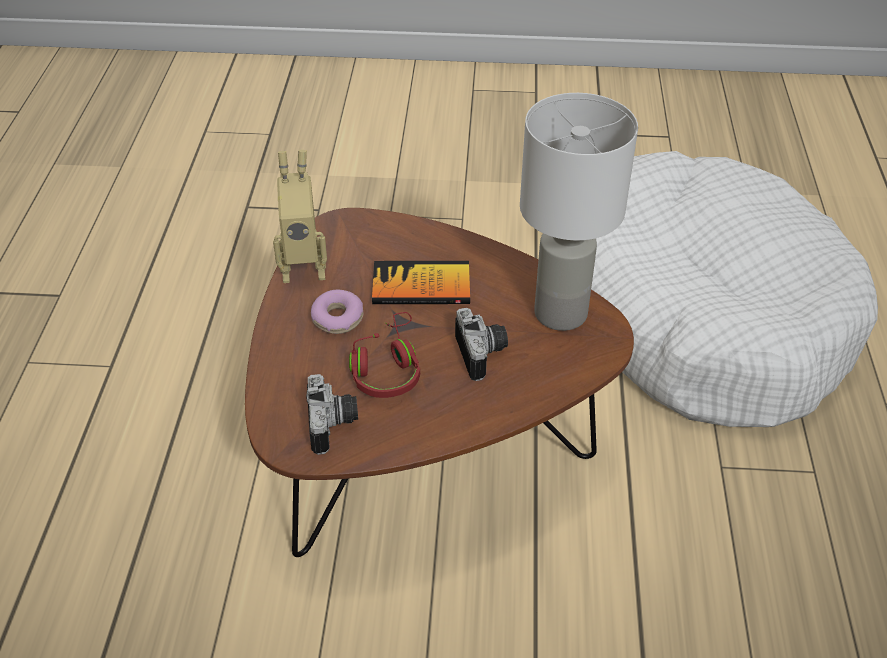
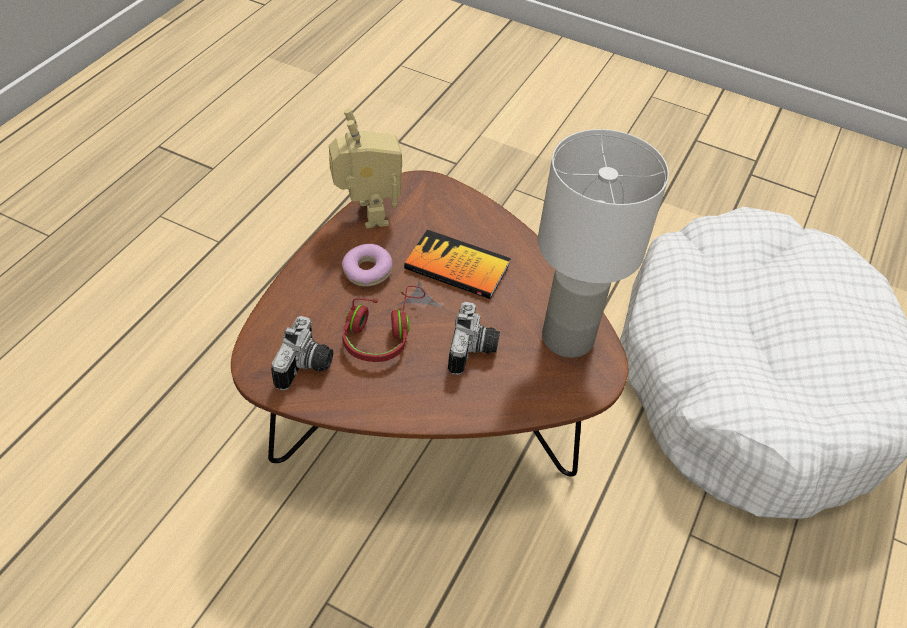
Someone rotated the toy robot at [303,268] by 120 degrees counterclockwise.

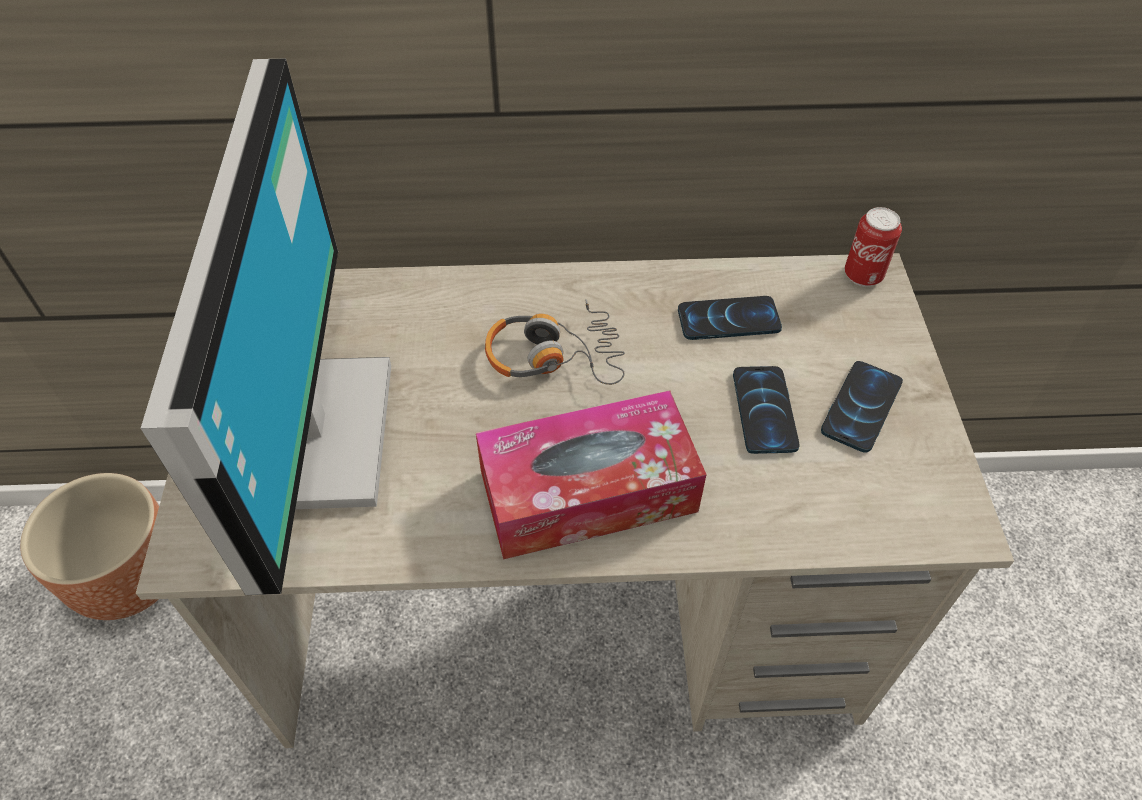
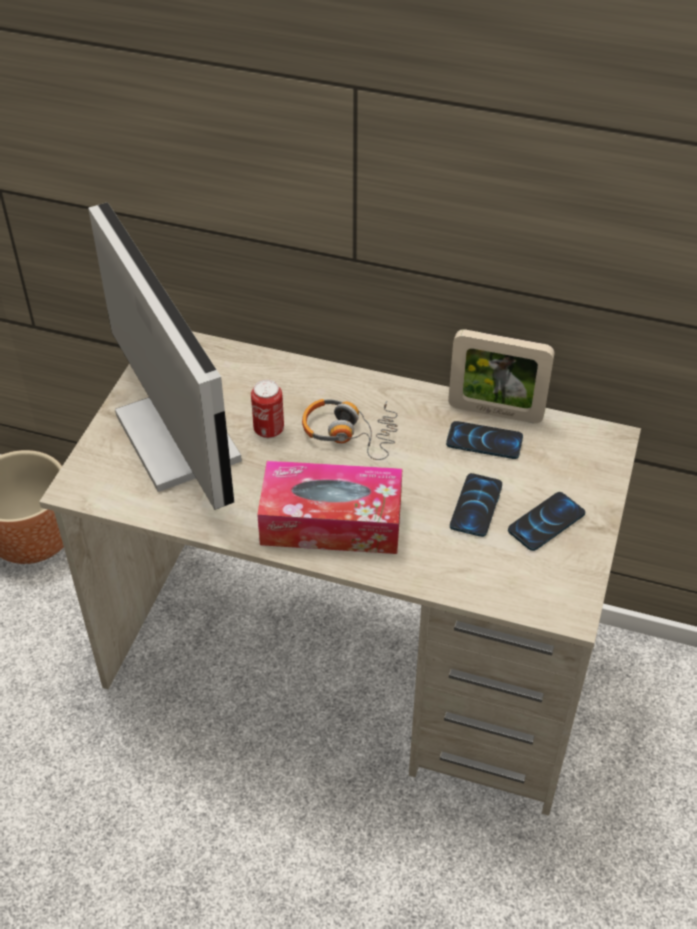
Someone rotated the monitor at [309,434] by 45 degrees counterclockwise.
Someone carried the can from [863,276] to [269,430].
Someone put down the picture frame at [495,412].

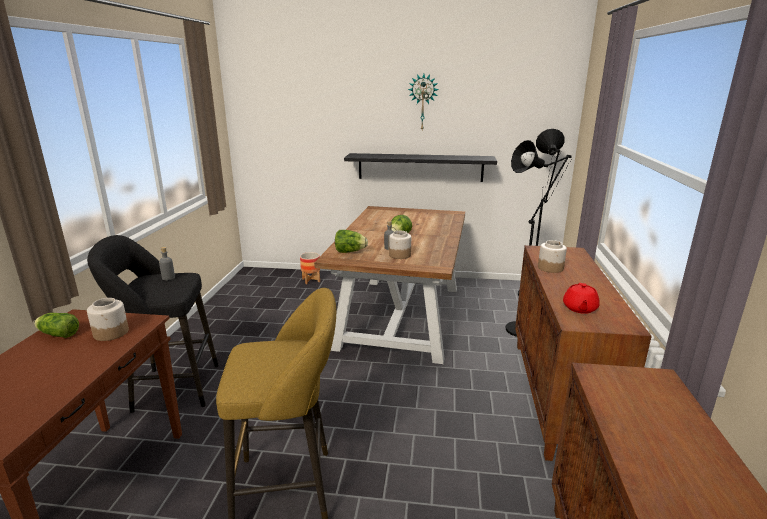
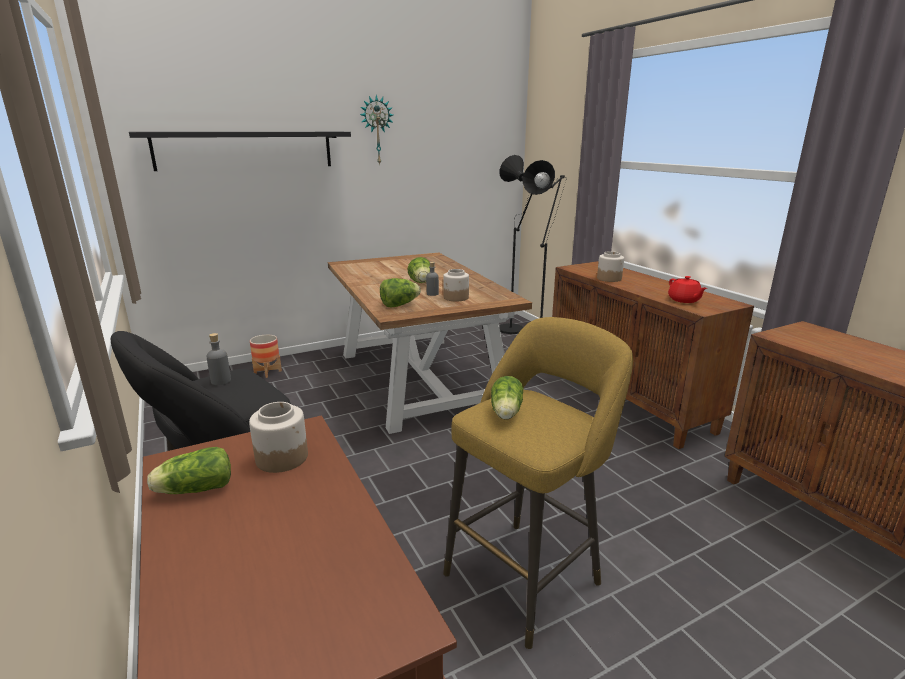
Someone carried the shelf (black) from [420,167] to [245,150].
Someone put down the lettuce at [506,413].

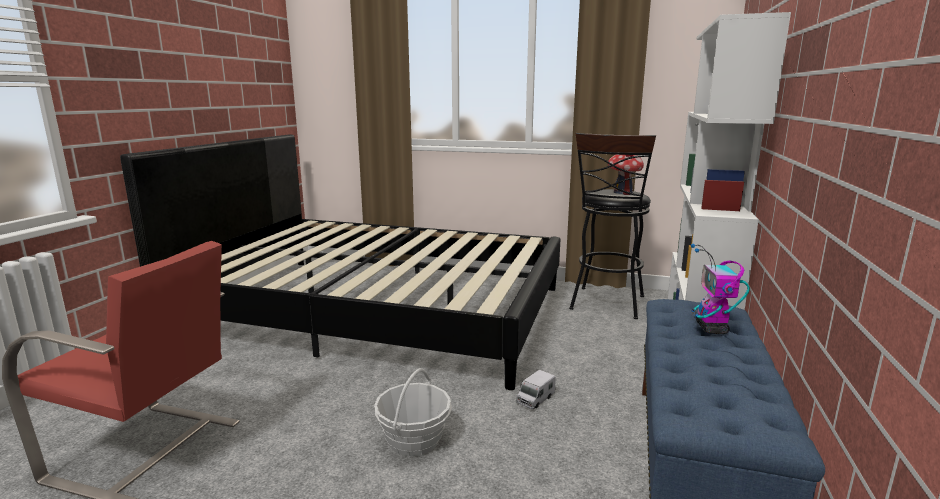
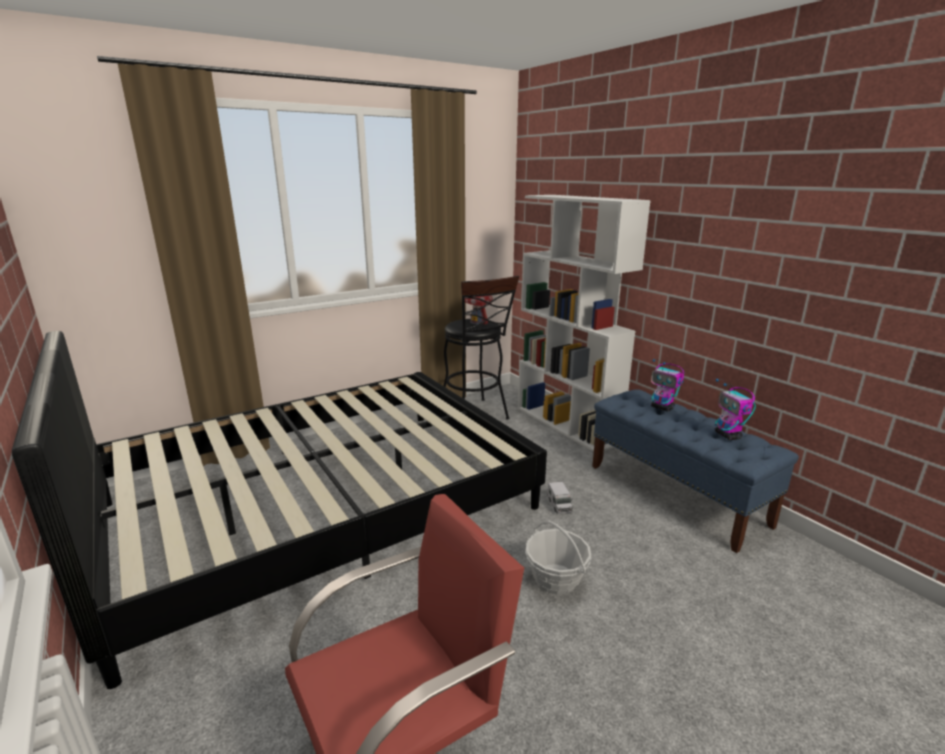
Someone put down the toy robot at [728,436].

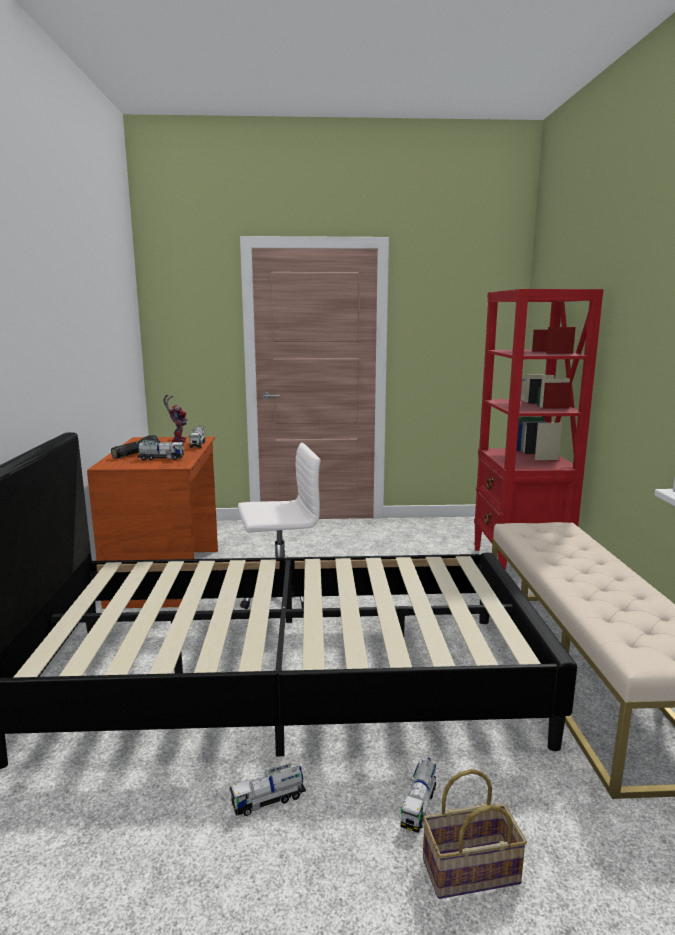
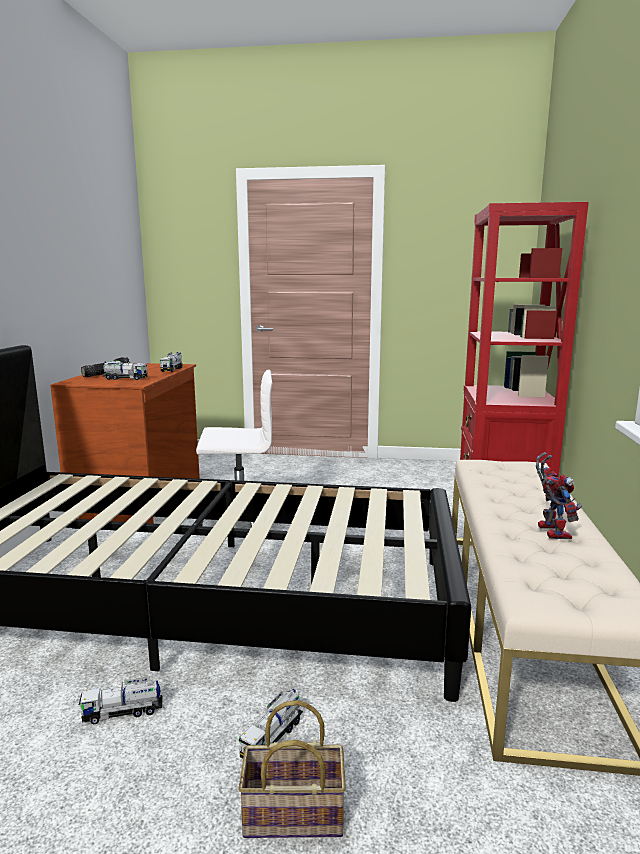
Someone carried the toy robot from [177,440] to [549,530].

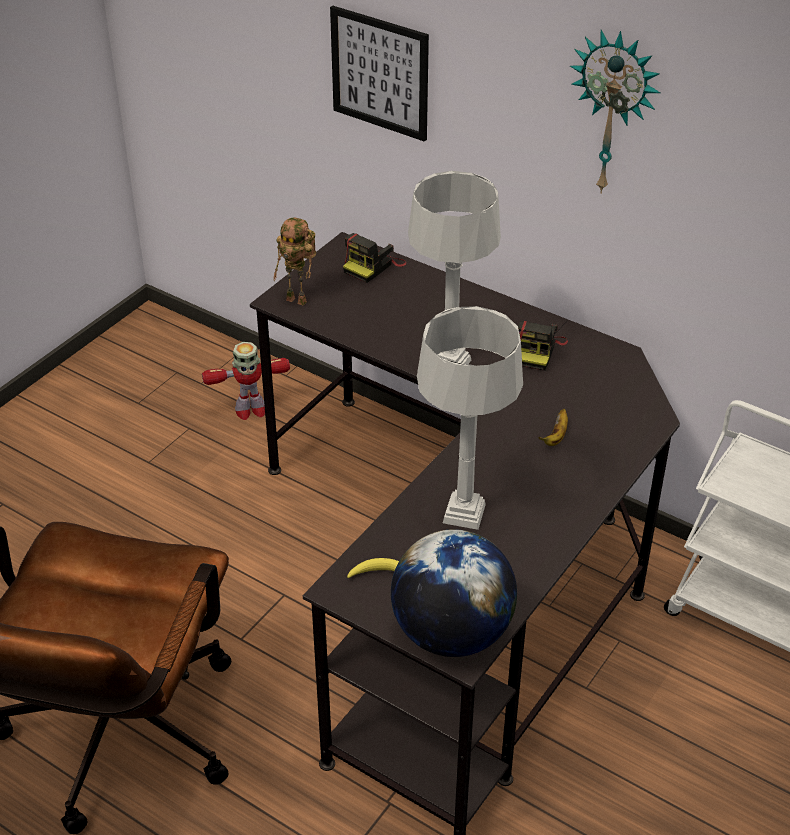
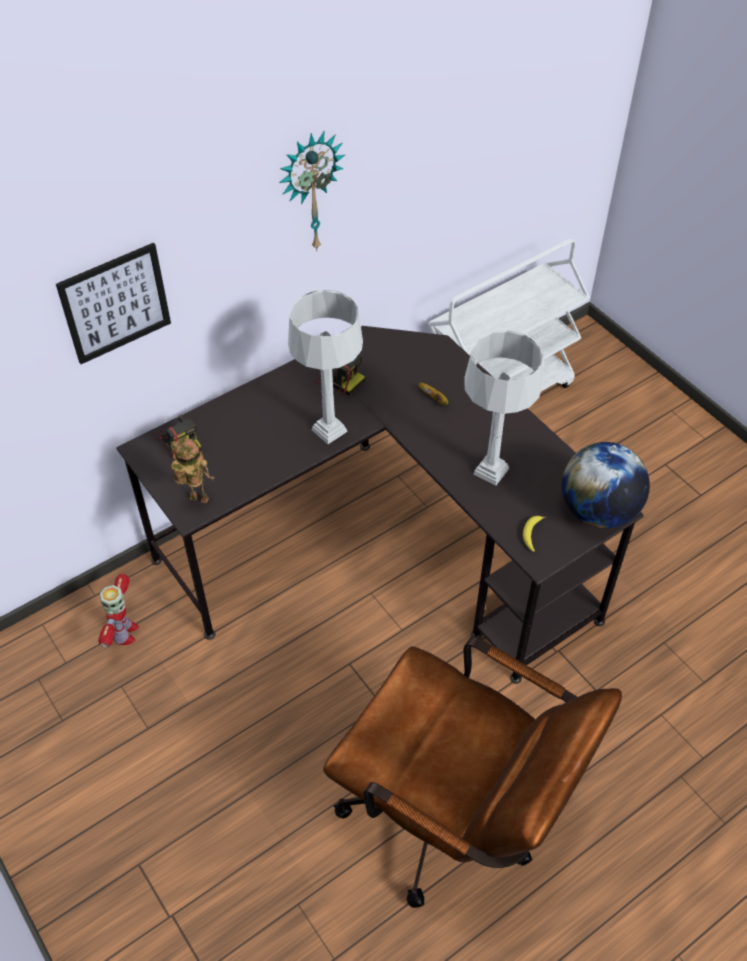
Someone rotated the toy robot at [299,300] by 120 degrees counterclockwise.

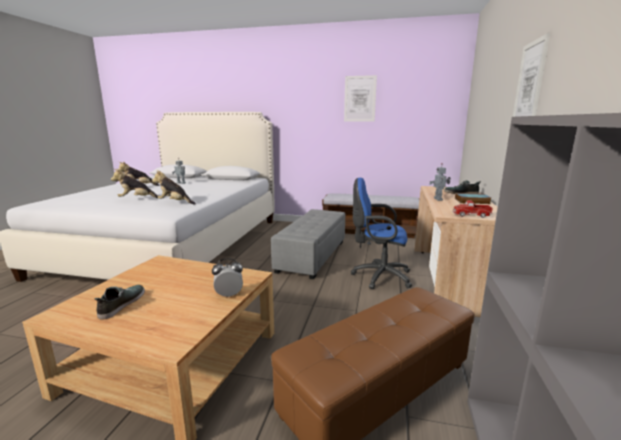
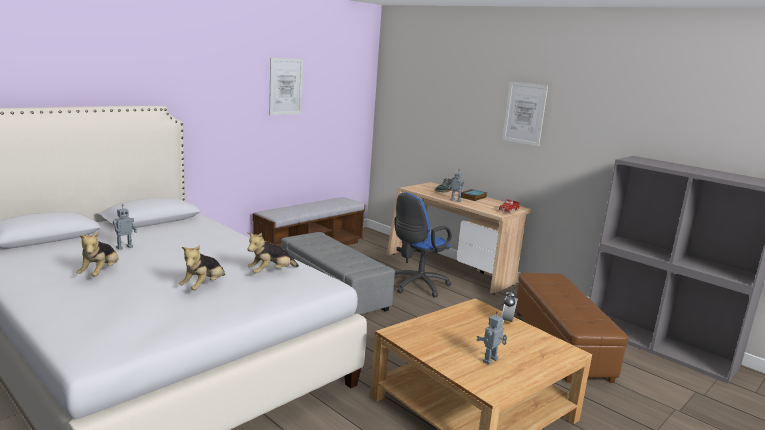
Someone swapped the shoe at [121,304] for the toy robot at [491,361].

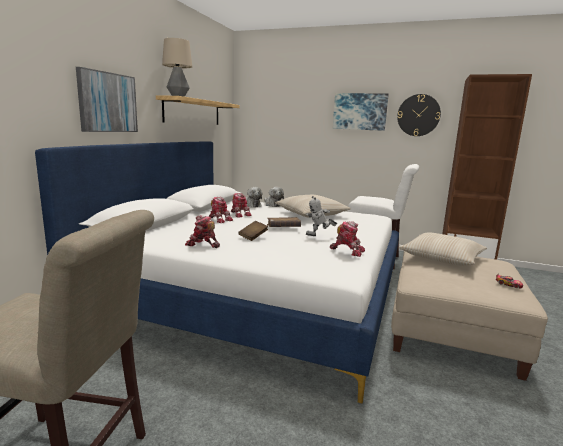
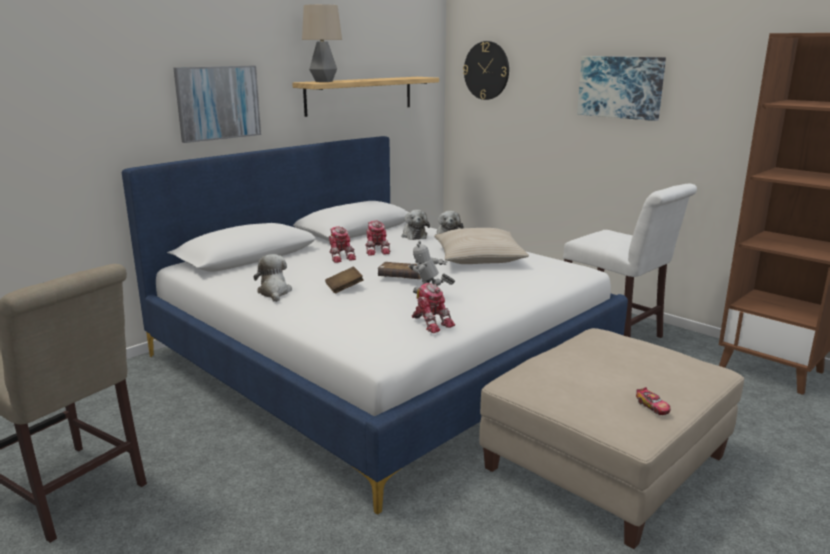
Someone swapped the toy robot at [203,244] for the plush toy at [274,292].
Someone carried the wall clock from [418,115] to [486,70].
Someone took away the pillow (beige) at [441,258].

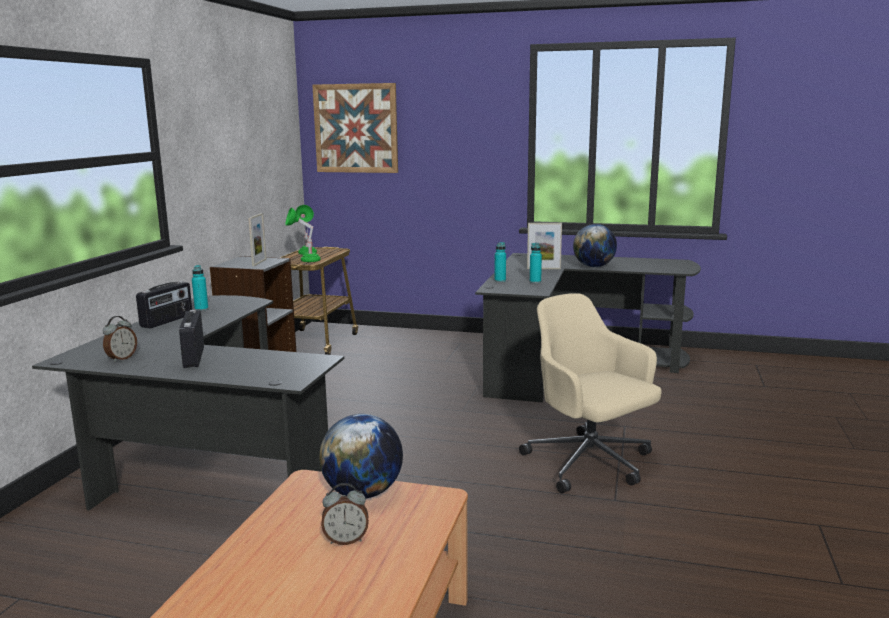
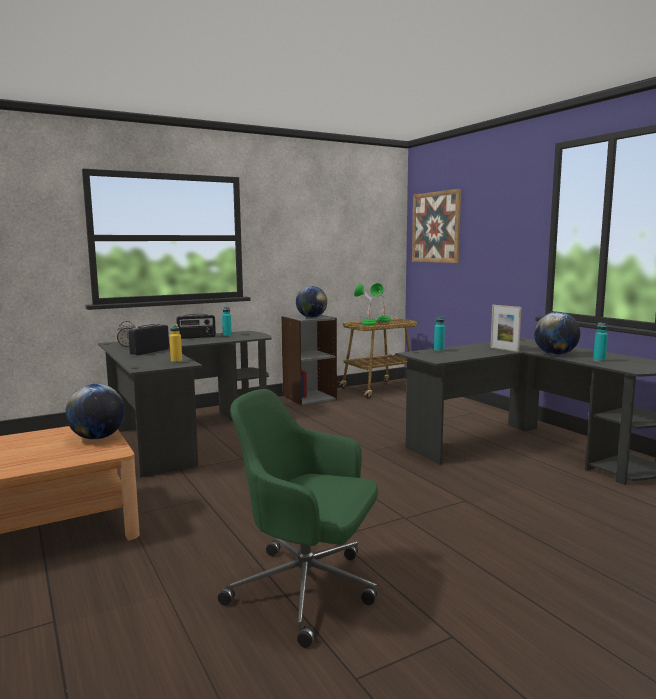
Someone swapped the picture frame at [259,262] for the globe at [311,317].
Someone took away the alarm clock at [346,540].
Someone took away the office chair (beige) at [590,463].
Someone carried the bottle (turquoise) from [535,282] to [599,360].
Someone put down the bottle (yellow) at [176,361].
Someone put down the office chair (green) at [307,590].

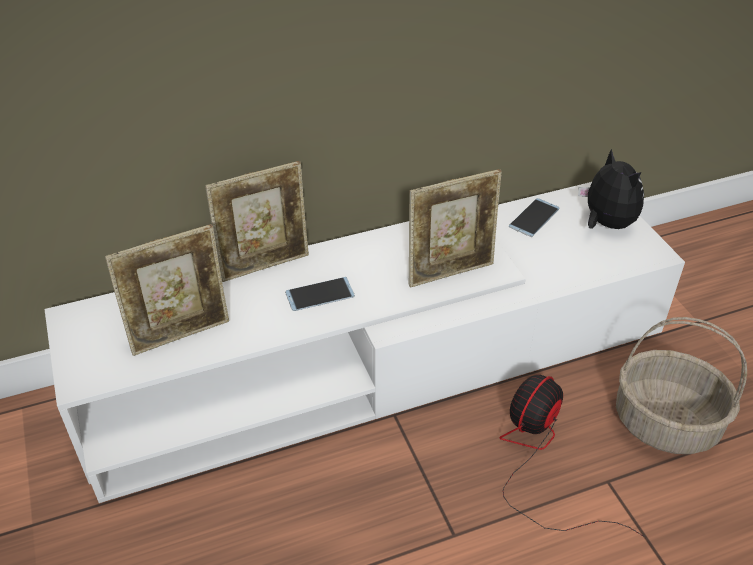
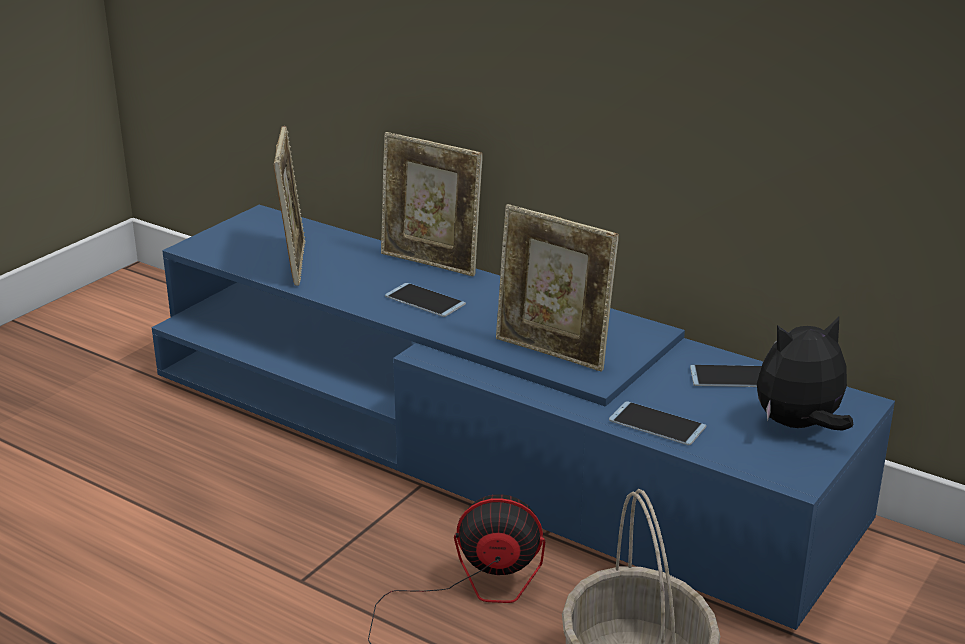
Someone repainted the tv stand (white) at [376,361], which became the tv stand (blue) at [482,445].
Someone rotated the picture frame at [181,334] by 120 degrees counterclockwise.
Someone rotated the plush toy at [605,224] by 135 degrees counterclockwise.
Someone put down the phone at [656,424].

